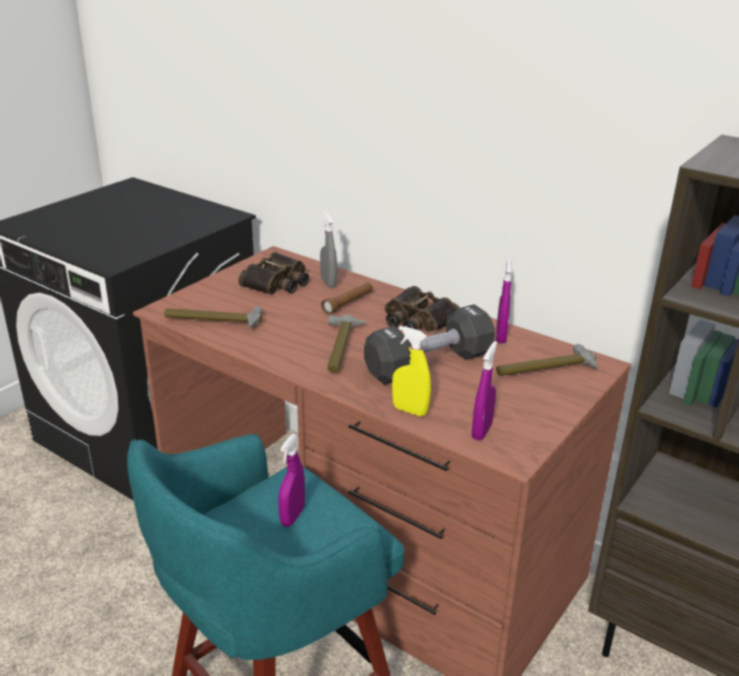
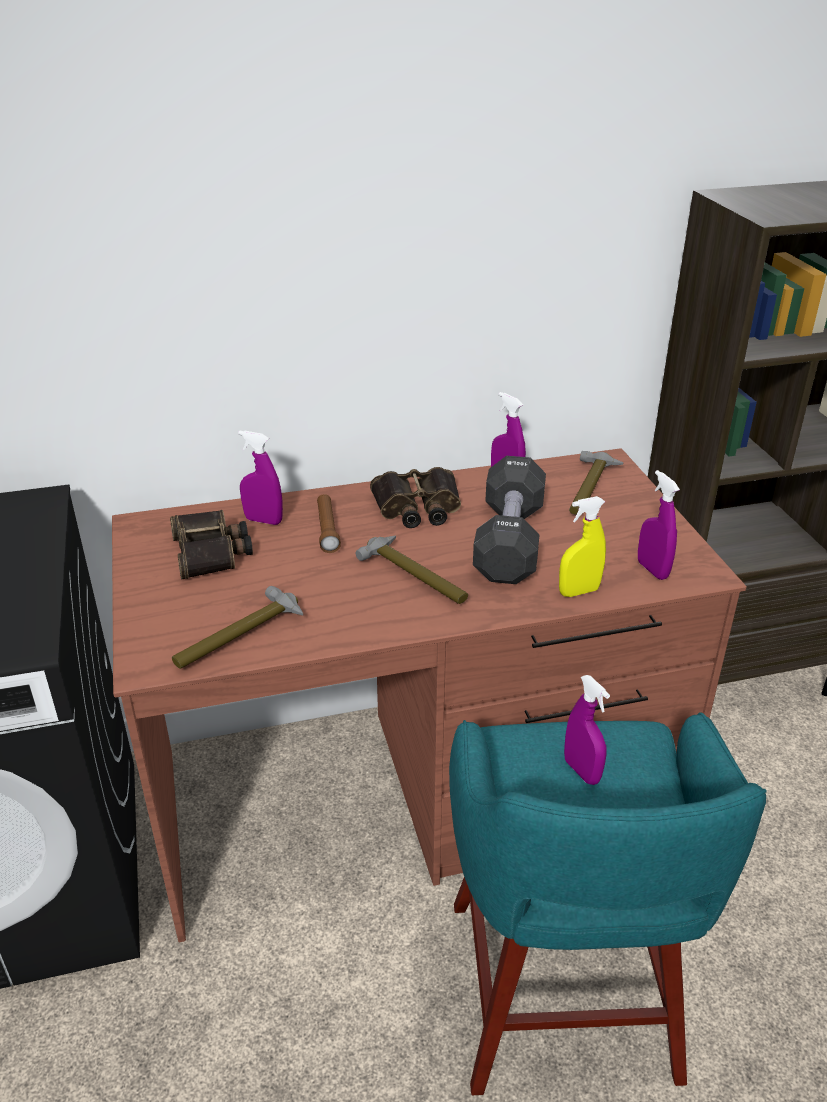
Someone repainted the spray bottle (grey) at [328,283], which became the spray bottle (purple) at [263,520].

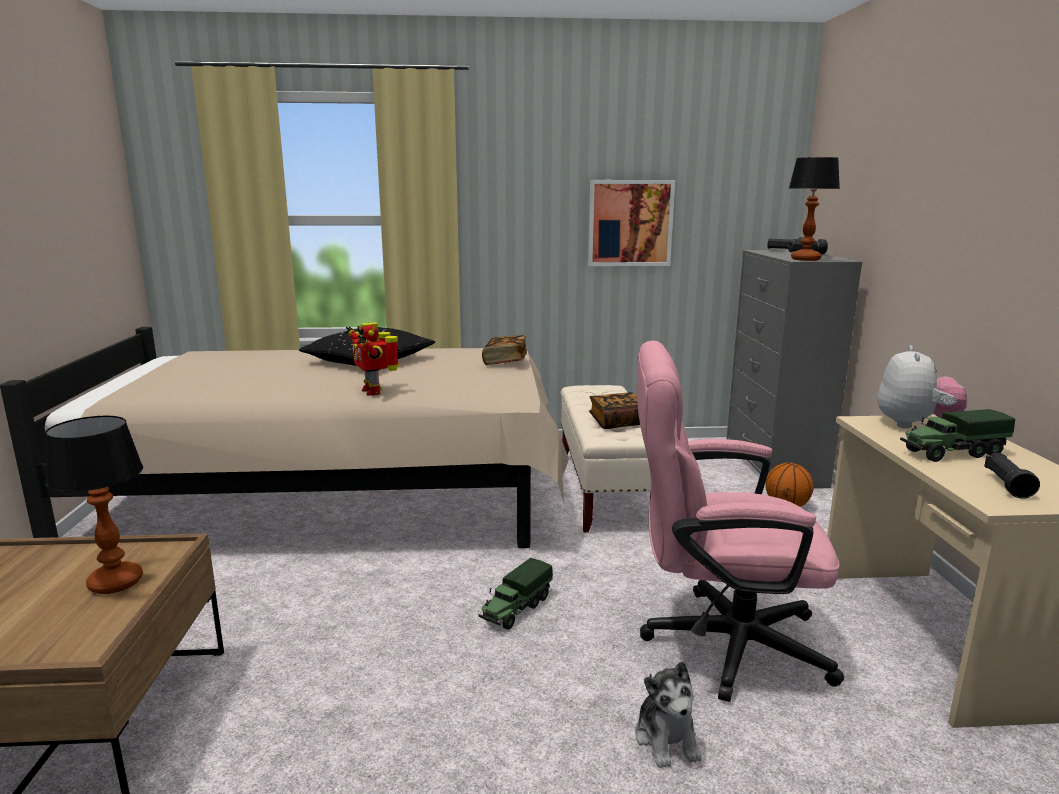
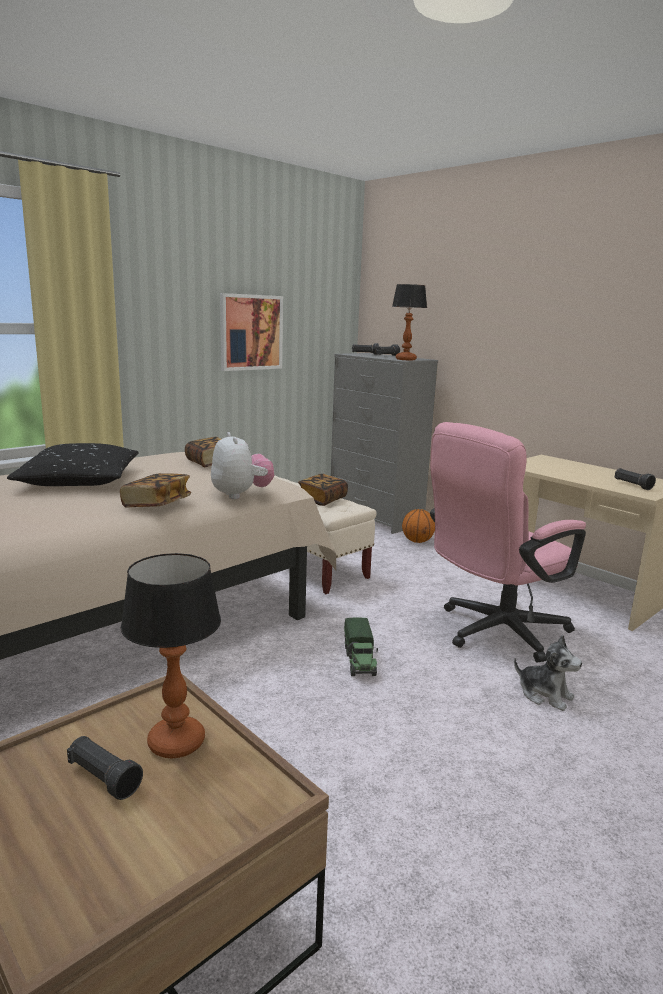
Someone swapped the toy robot at [373,391] for the book at [157,504].
Someone carried the plush toy from [914,425] to [241,495].
Someone took away the toy truck at [952,453].
Someone put down the flashlight (black) at [103,778].

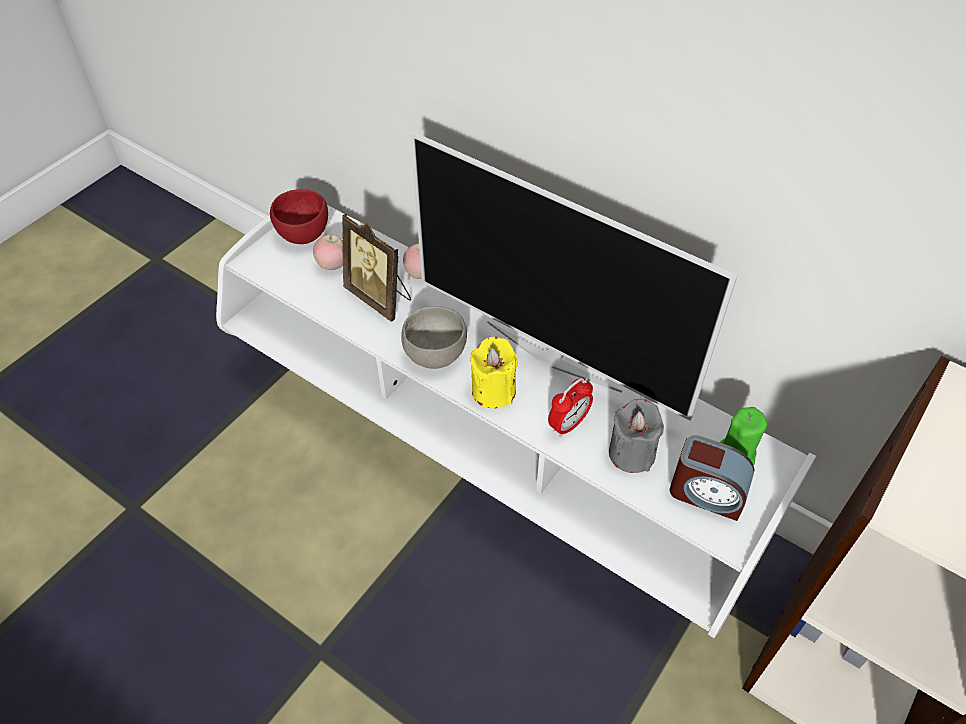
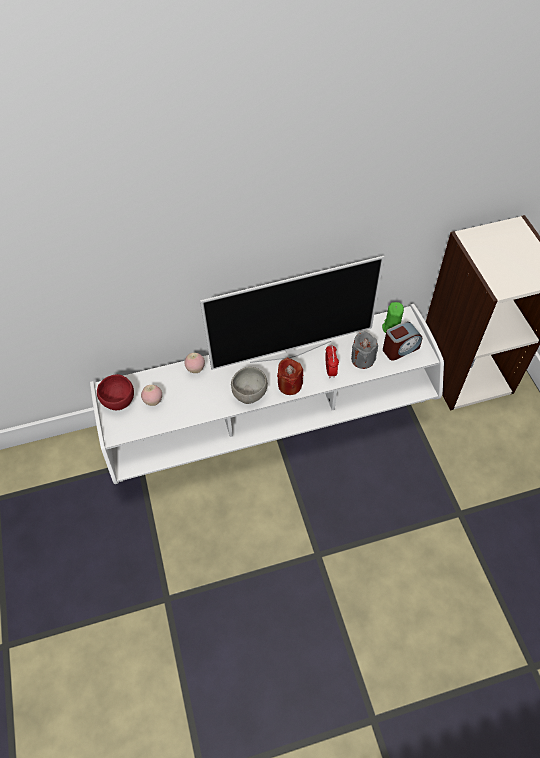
Someone took away the picture frame at [380,297].
Someone repainted the candle (yellow) at [493,391], which became the candle (red) at [289,385].

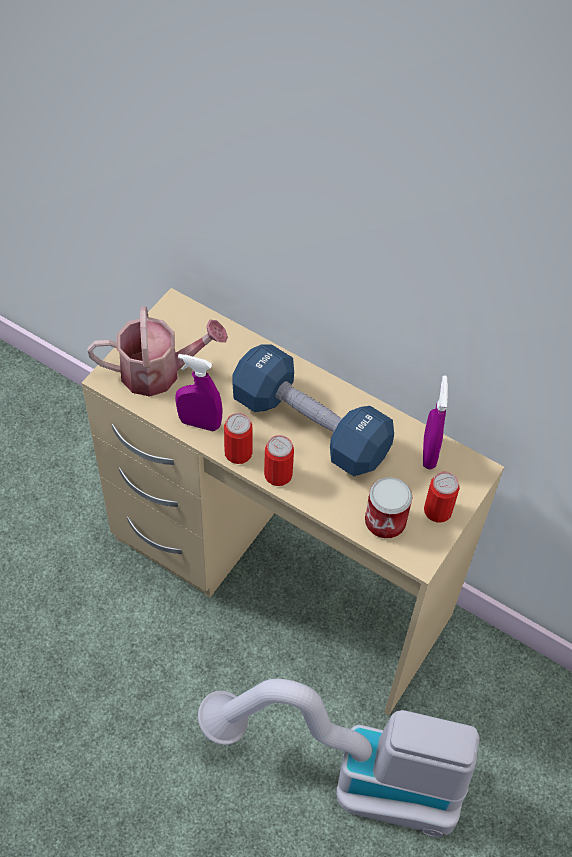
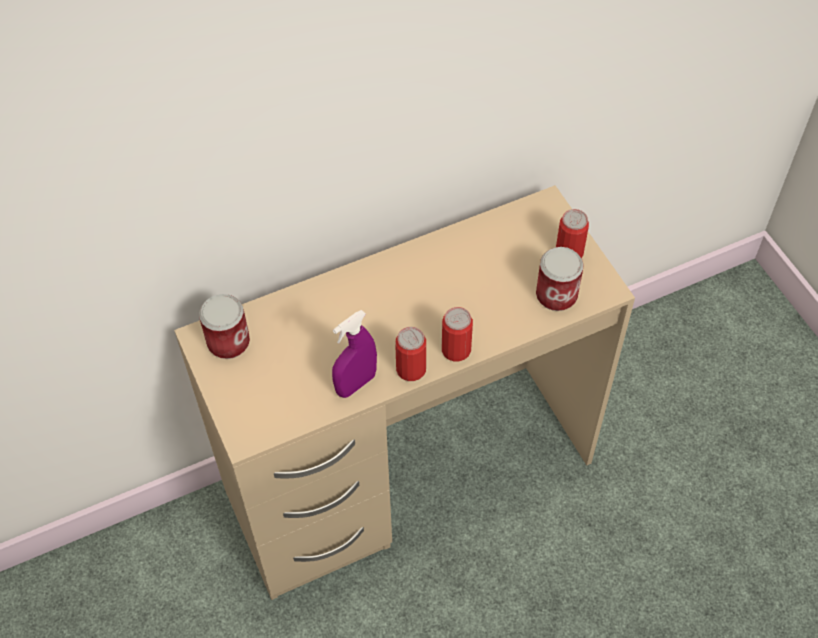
Someone took away the watering can at [159,372].
Someone took away the vacuum cleaner at [352,776].
Someone took away the dumbbell (blue) at [310,426].
Someone took away the spray bottle (purple) at [429,453].
Someone put down the can at [228,342].

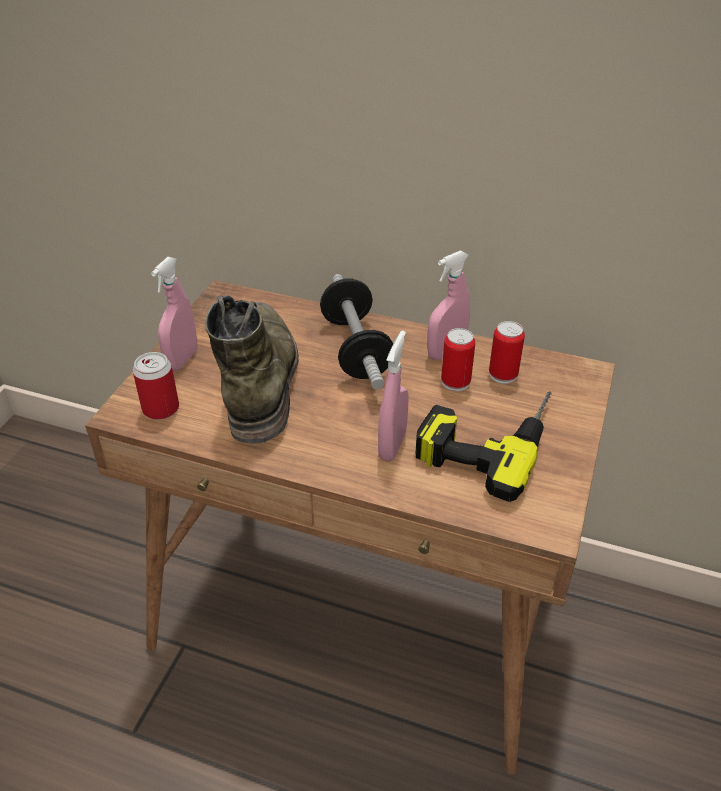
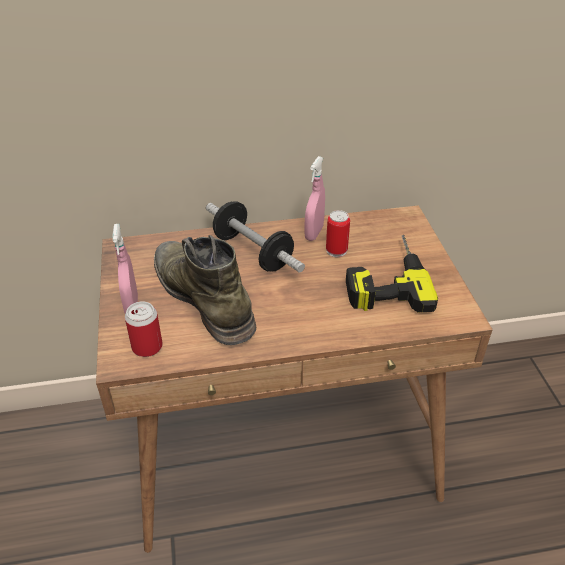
Someone took away the spray bottle (pink) at [392,446].
Someone took away the can at [503,374].

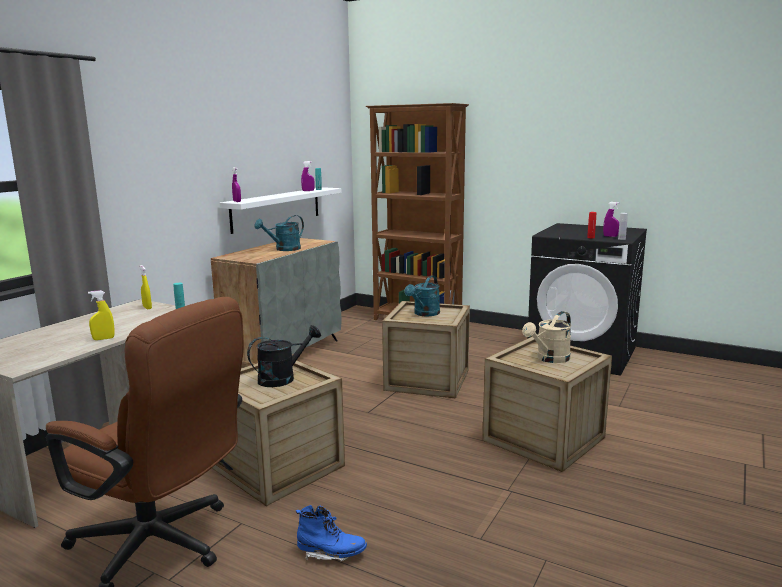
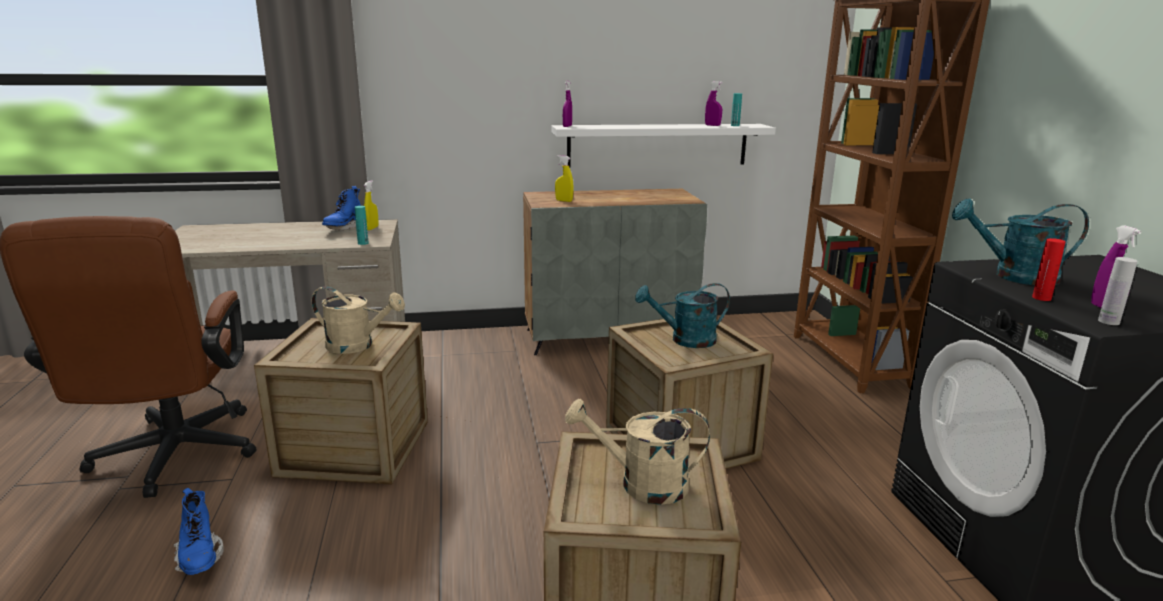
Someone carried the spray bottle (yellow) from [103,339] to [564,201].
Someone repainted the watering can (black) at [282,378], which became the watering can (beige) at [357,346].
Someone carried the watering can (turquoise) from [284,249] to [1014,276].
Someone put down the boot (blue) at [344,228].

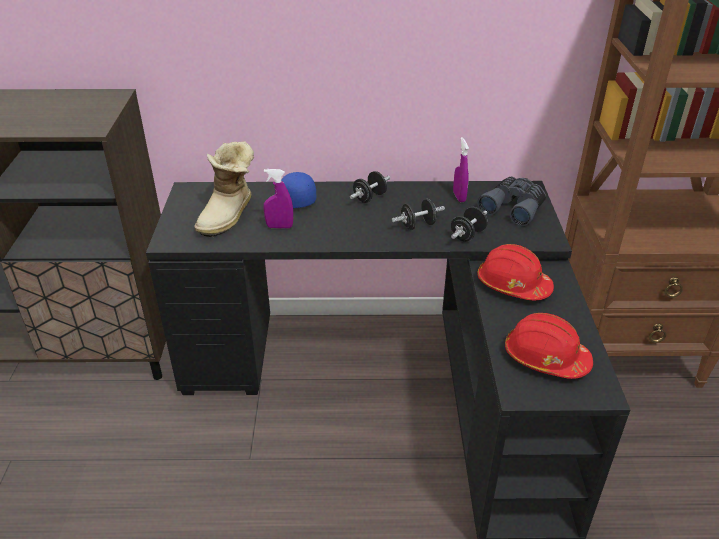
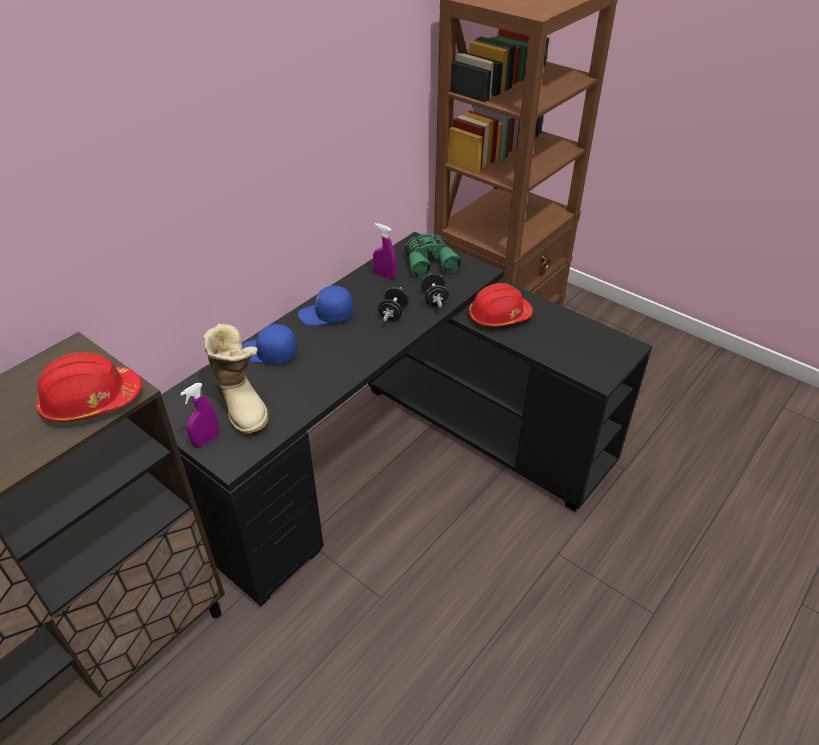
Someone carried the spray bottle (purple) from [279,227] to [206,440].
Someone swapped the dumbbell (black) at [369,197] for the cap (blue) at [326,315].
Someone repainted the binoculars (grey) at [514,207], which became the binoculars (green) at [429,261].
Someone carried the hard hat (red) from [545,358] to [91,401].

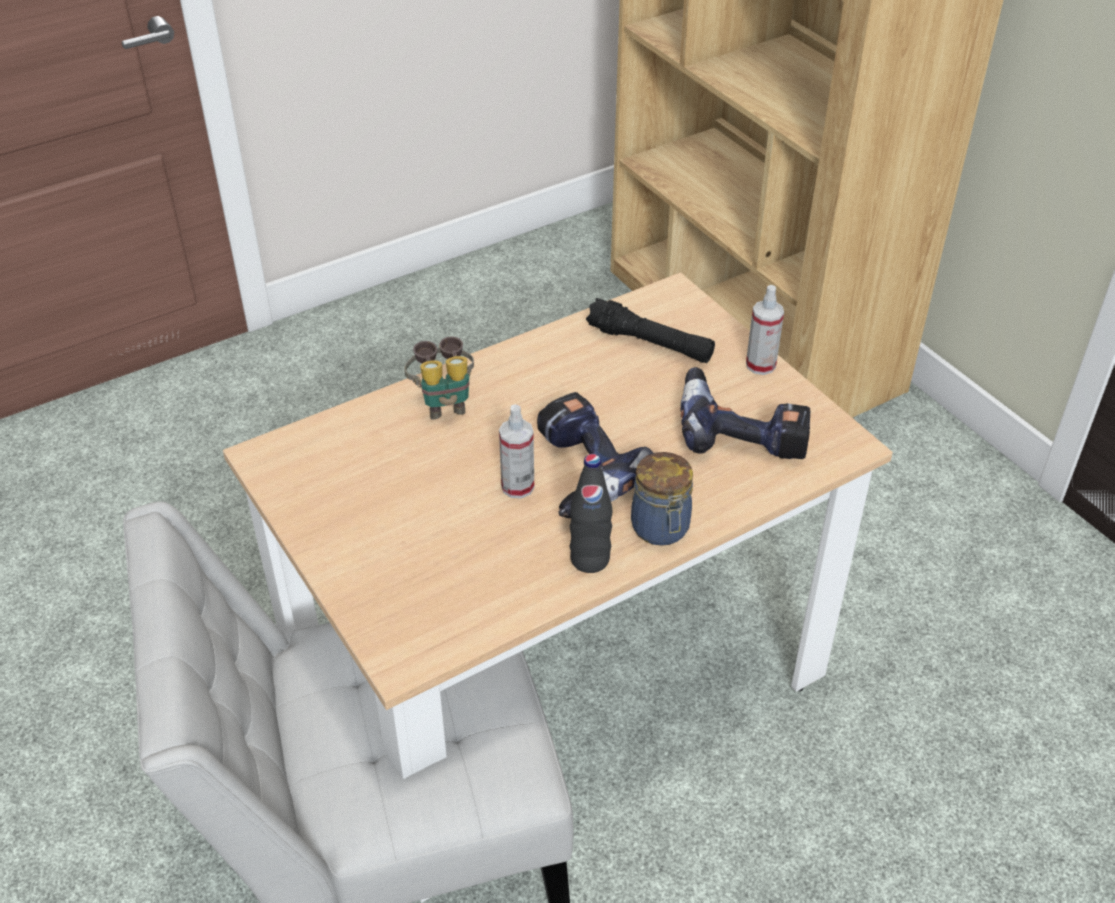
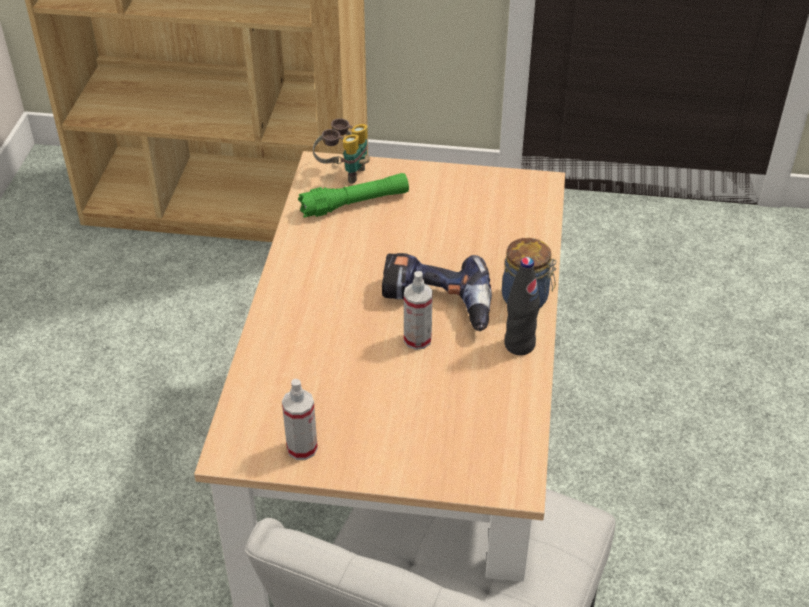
Someone carried the binoculars from [444,402] to [343,172].
Someone repainted the flashlight (black) at [650,343], which became the flashlight (green) at [355,203].
Someone took away the power drill at [742,428].
Someone carried the spray bottle from [760,365] to [302,448].

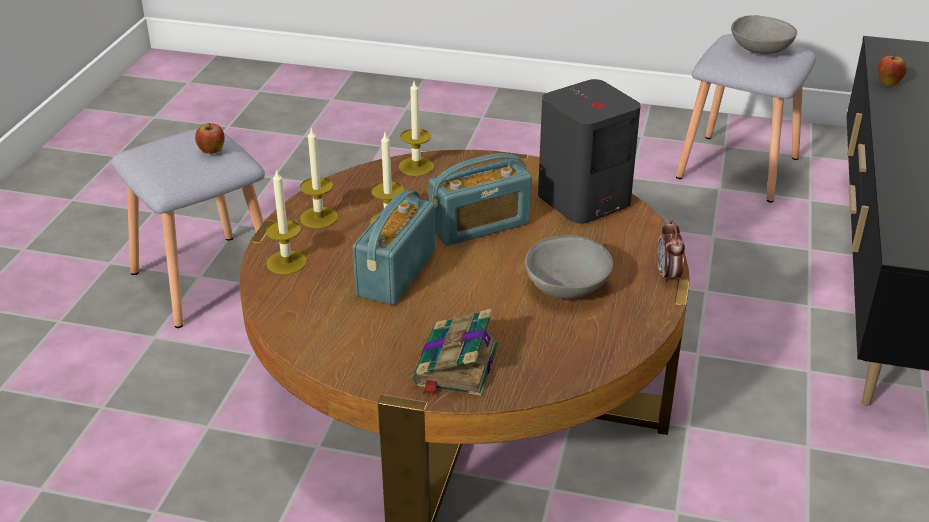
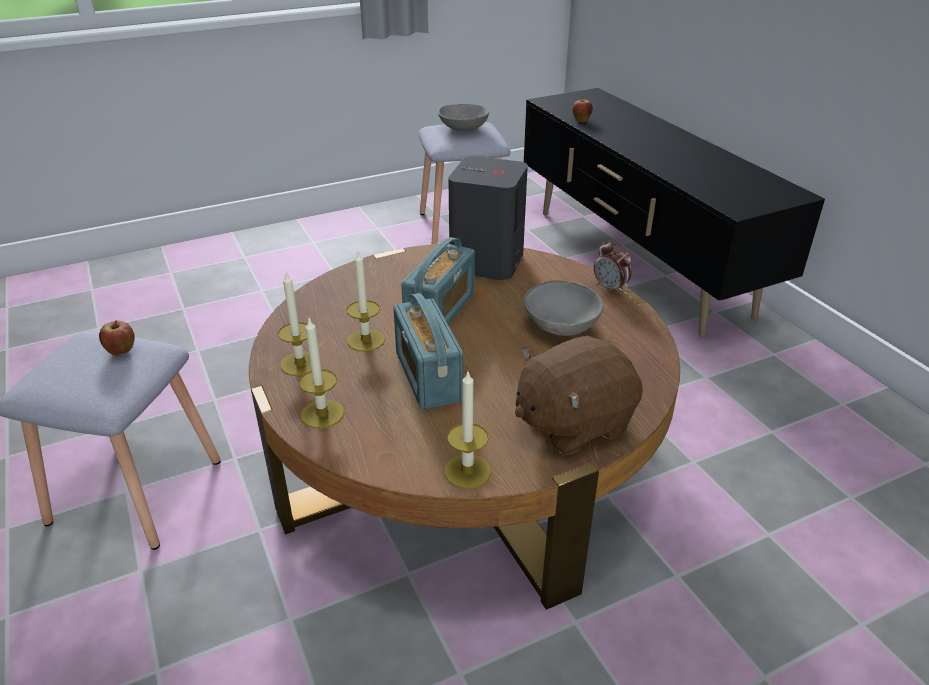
Someone carried the candle from [416,166] to [467,471].
Someone swapped the book at [456,366] for the plush toy (brown) at [572,422].

